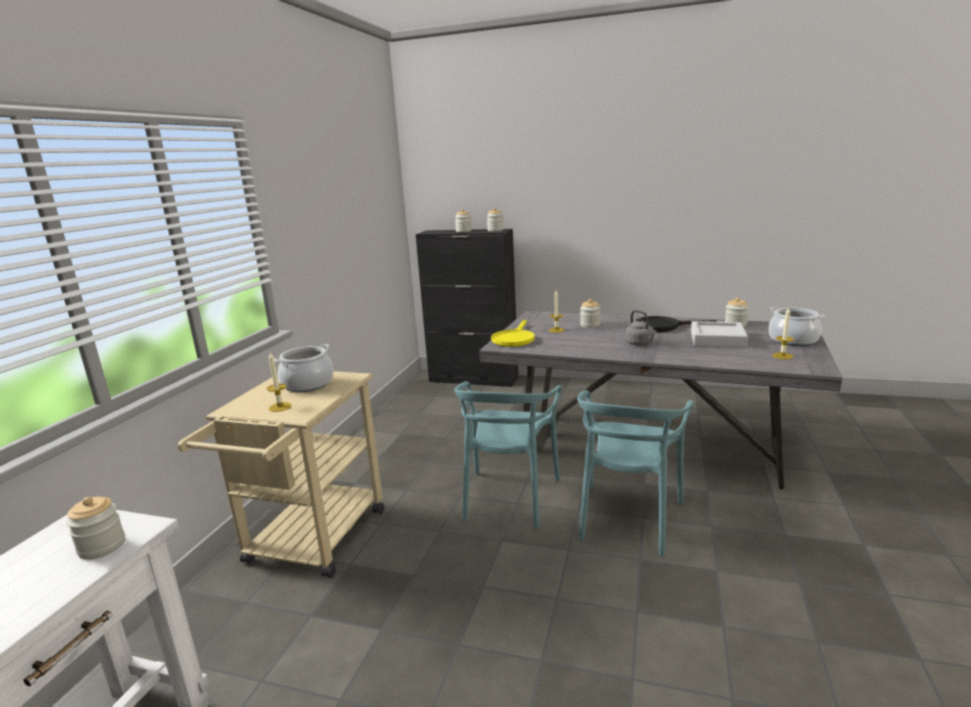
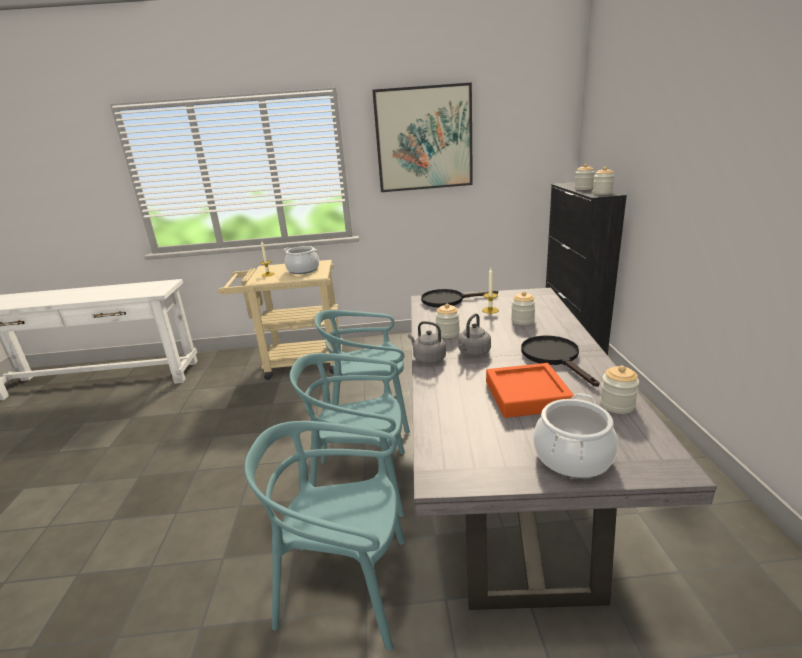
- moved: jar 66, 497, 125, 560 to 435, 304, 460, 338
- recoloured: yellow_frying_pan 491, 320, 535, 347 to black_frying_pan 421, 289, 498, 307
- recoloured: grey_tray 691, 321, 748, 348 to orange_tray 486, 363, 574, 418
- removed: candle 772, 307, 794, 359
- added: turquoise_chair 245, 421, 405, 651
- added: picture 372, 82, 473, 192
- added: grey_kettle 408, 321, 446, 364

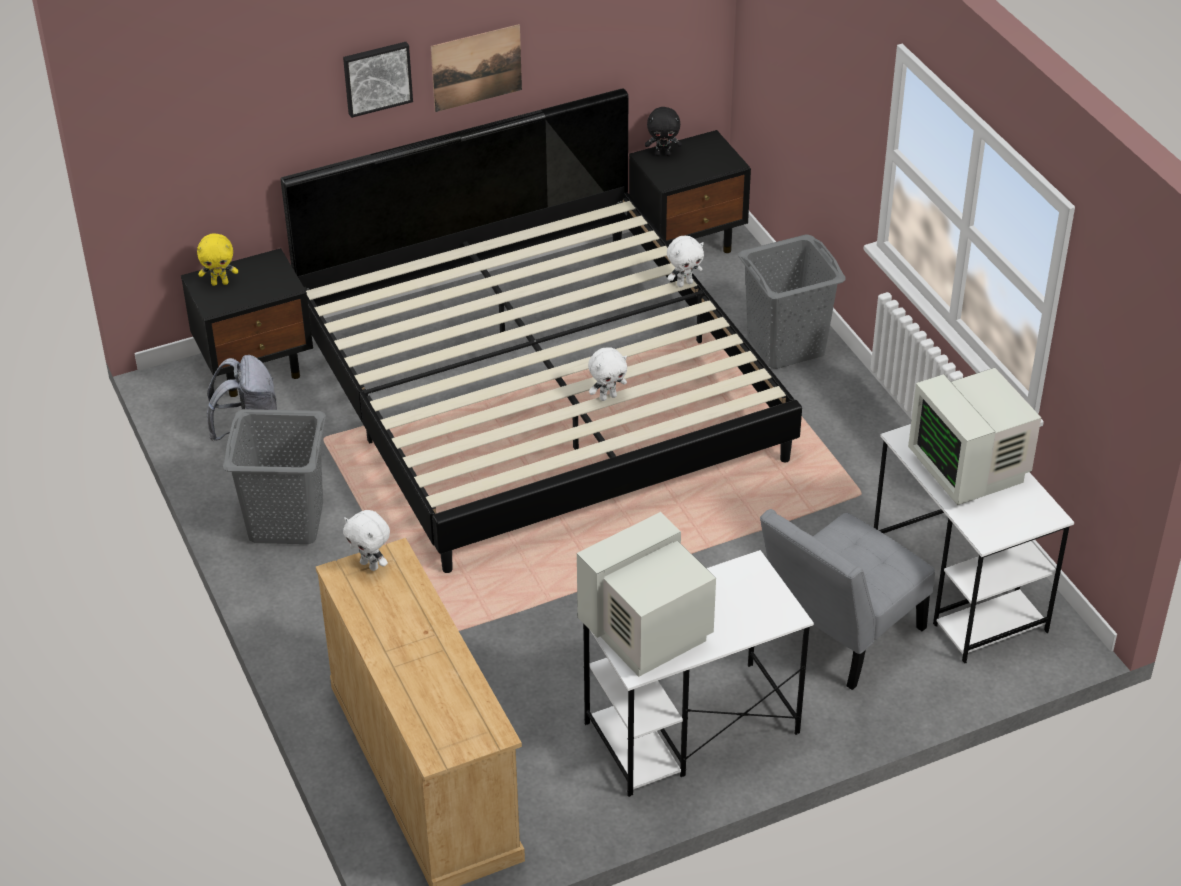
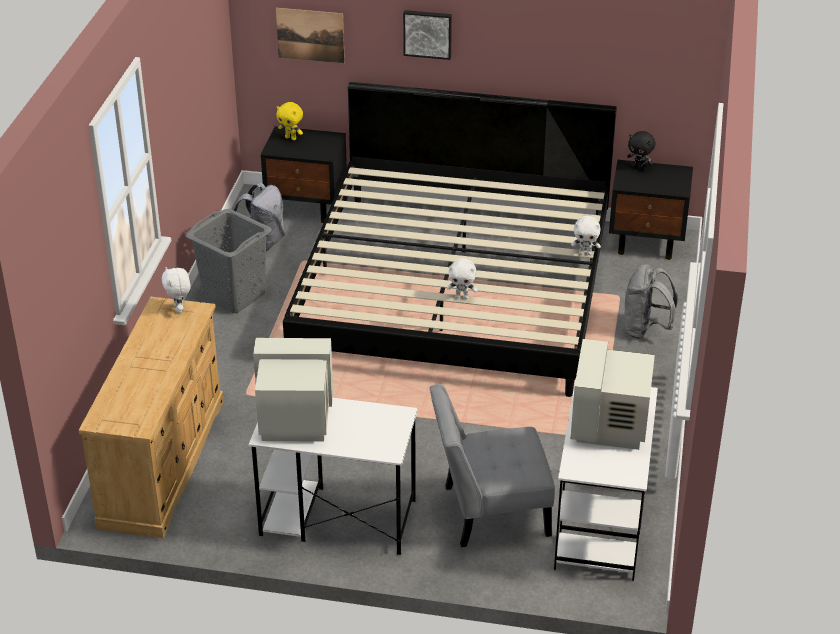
- moved: picture 431, 24, 522, 112 to 276, 8, 345, 63
- replaced: grey_laundry_basket 738, 235, 846, 369 to grey_backpack 624, 264, 678, 339

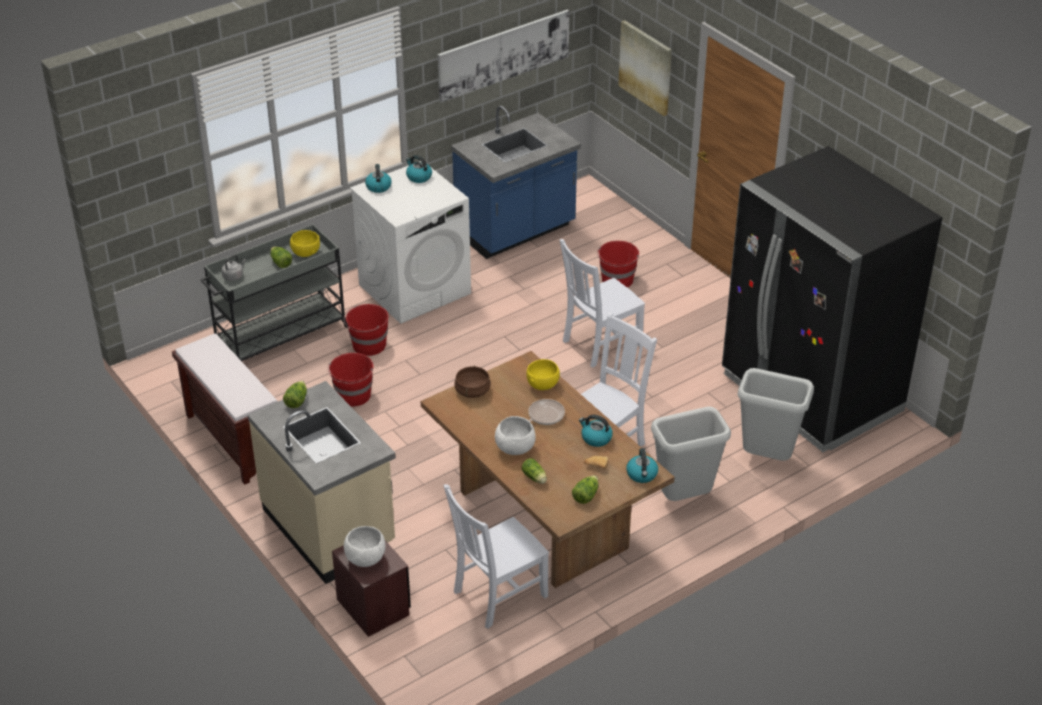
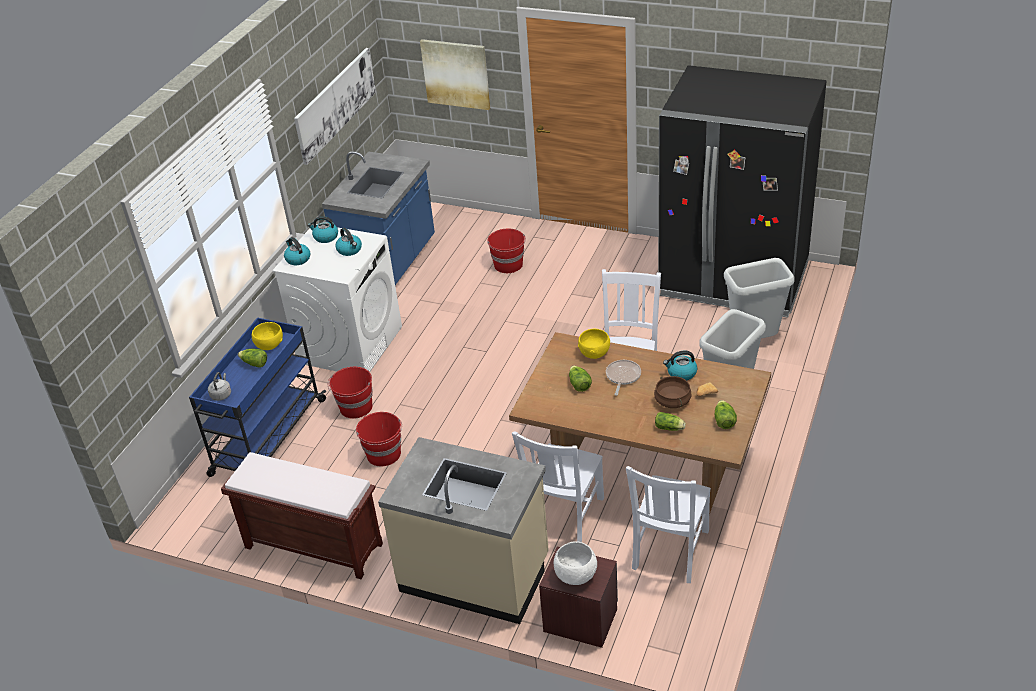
- recoloured: grey_cart 200, 224, 348, 361 to blue_cart 189, 317, 326, 477
- moved: lettuce 283, 381, 307, 408 to 569, 365, 592, 392
- moved: brown_cooking_pot 454, 365, 491, 398 to 654, 376, 692, 408
- removed: white_bowl 495, 416, 535, 455
- moved: white_chair 560, 239, 645, 368 to 512, 431, 604, 542
- moved: kettle 626, 448, 658, 483 to 335, 228, 362, 256

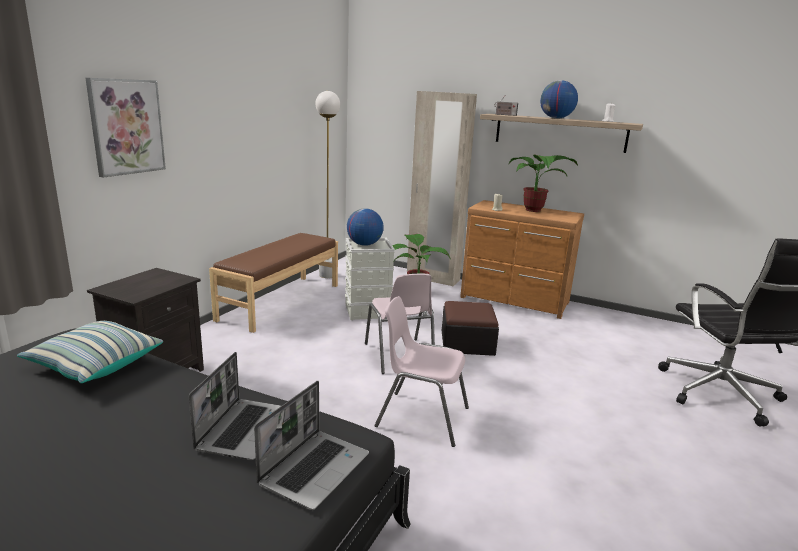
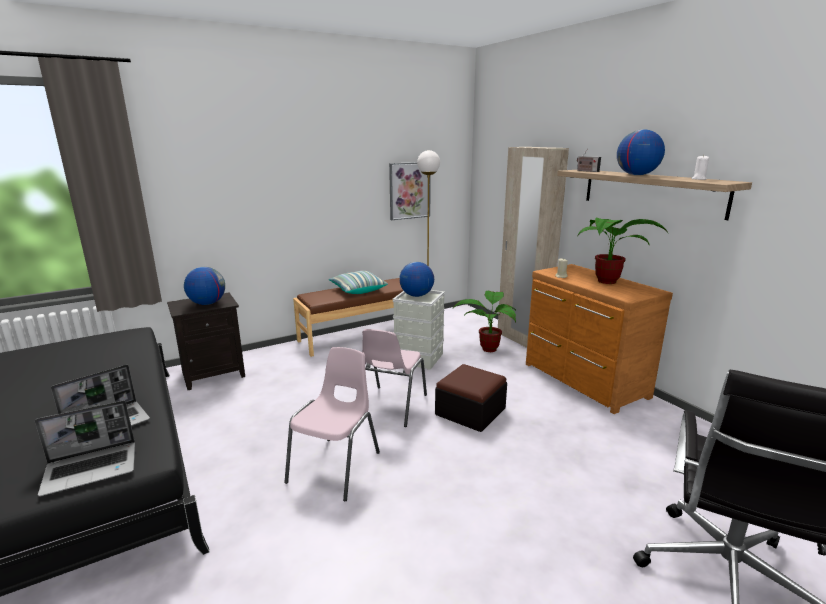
- moved: pillow 17, 321, 163, 383 to 329, 271, 388, 294
- moved: picture 86, 78, 166, 178 to 389, 162, 431, 220
- turned: pink_chair 375, 296, 469, 447 = 284, 347, 380, 501 60 degrees clockwise
- added: globe 184, 267, 225, 305

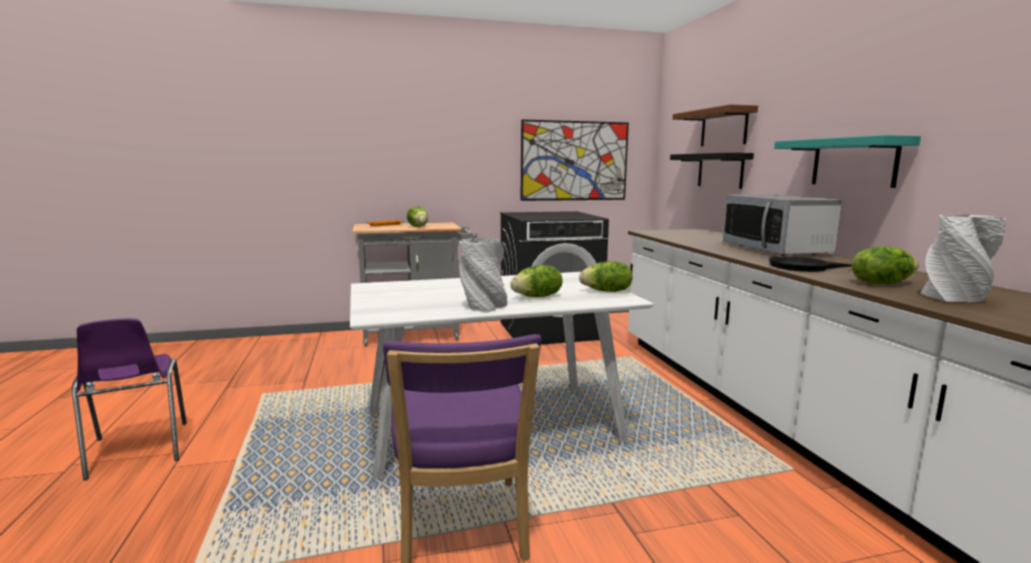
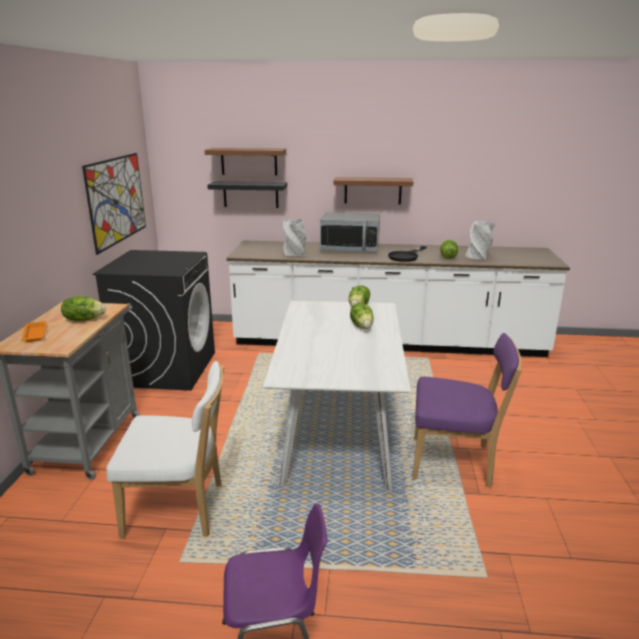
- moved: grey_vase 459, 238, 507, 312 to 283, 219, 306, 256
- recoloured: turquoise_shelf 774, 135, 921, 188 to brown_shelf 334, 177, 413, 204
- added: white_chair 106, 361, 224, 539

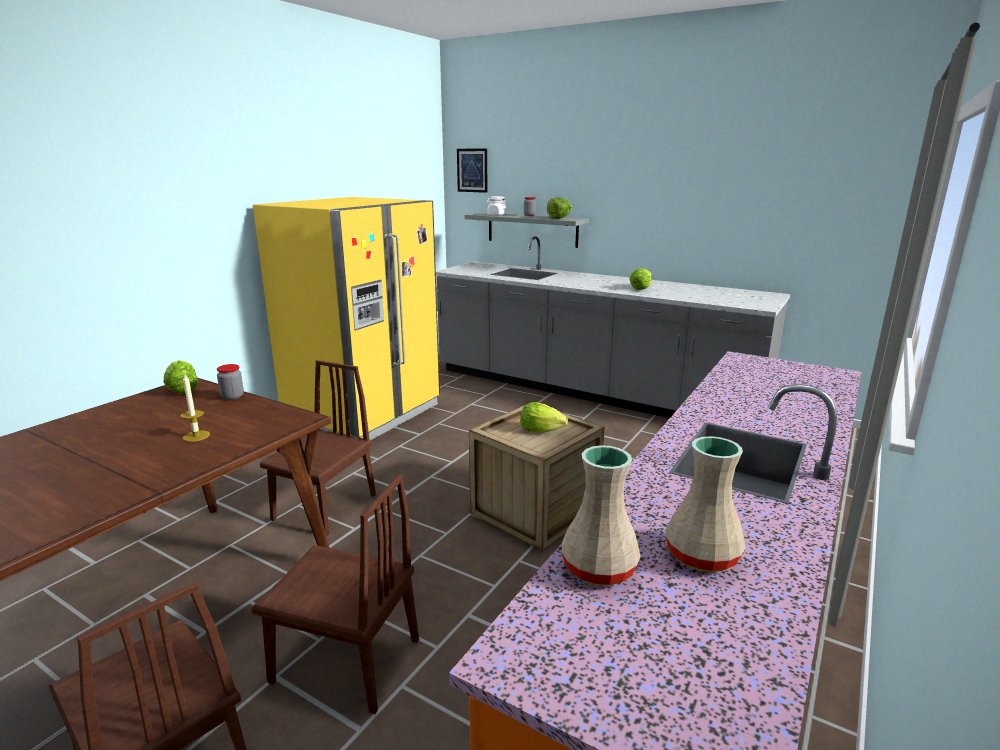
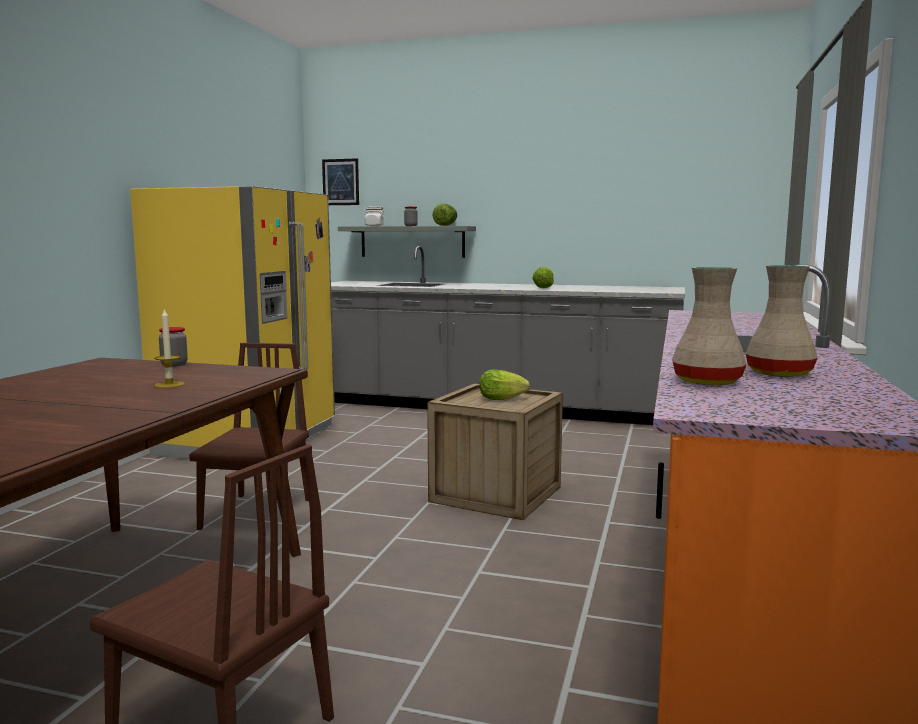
- removed: lettuce 164, 360, 198, 393
- removed: brown_chair 251, 475, 419, 714

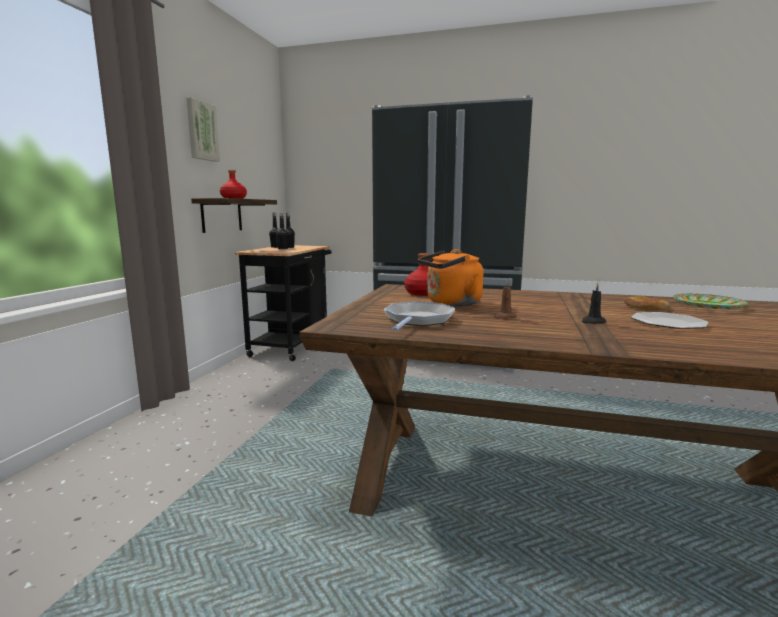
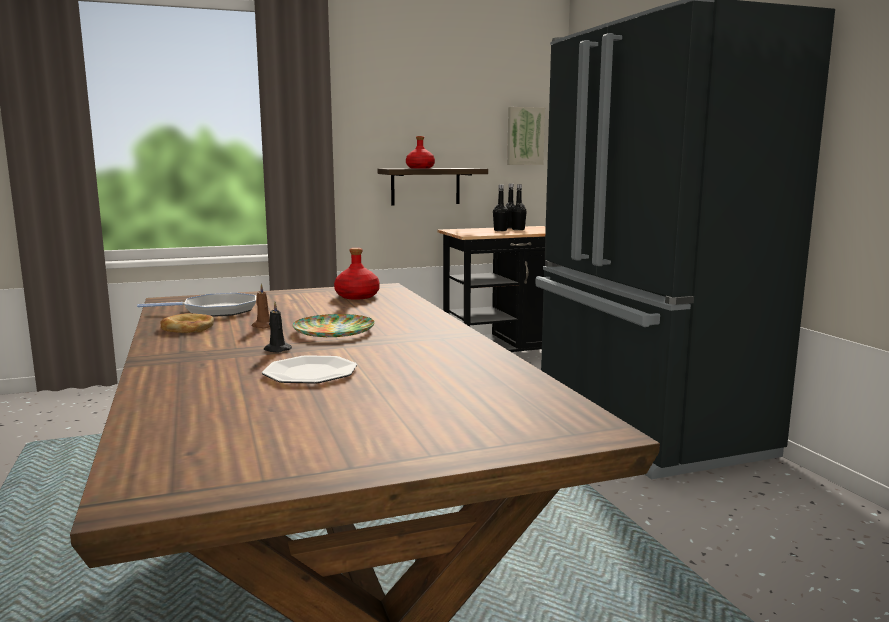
- moved: picture 187, 97, 220, 162 to 507, 107, 545, 165
- removed: orange_kettle 418, 249, 483, 306
- moved: bread 624, 296, 671, 310 to 160, 313, 214, 333
- moved: plate 673, 294, 748, 309 to 292, 314, 375, 337

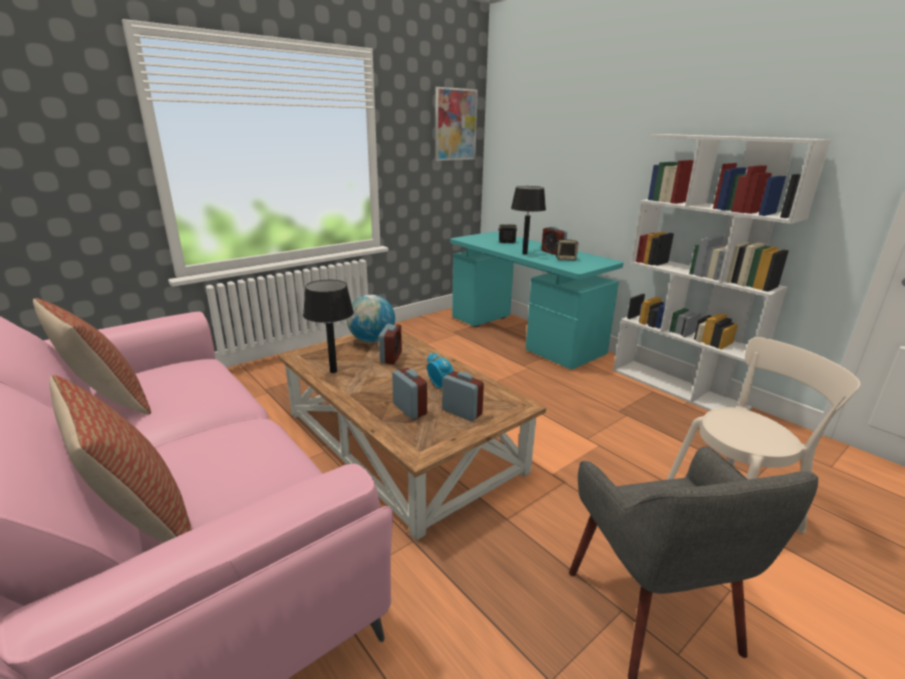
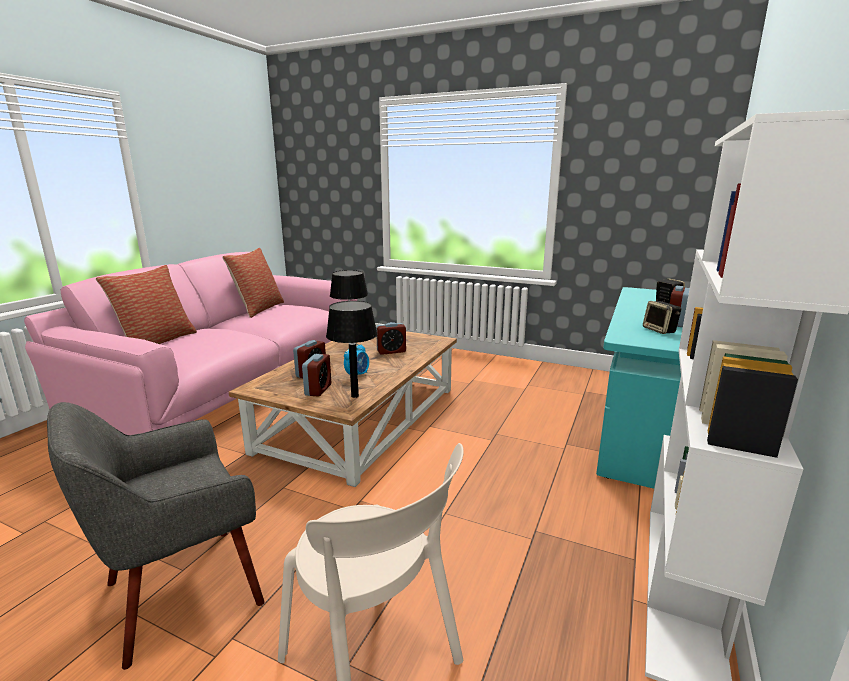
- removed: globe 347, 295, 395, 343
- removed: picture 435, 87, 478, 161
- moved: black_table_lamp 511, 186, 546, 255 to 326, 301, 378, 398

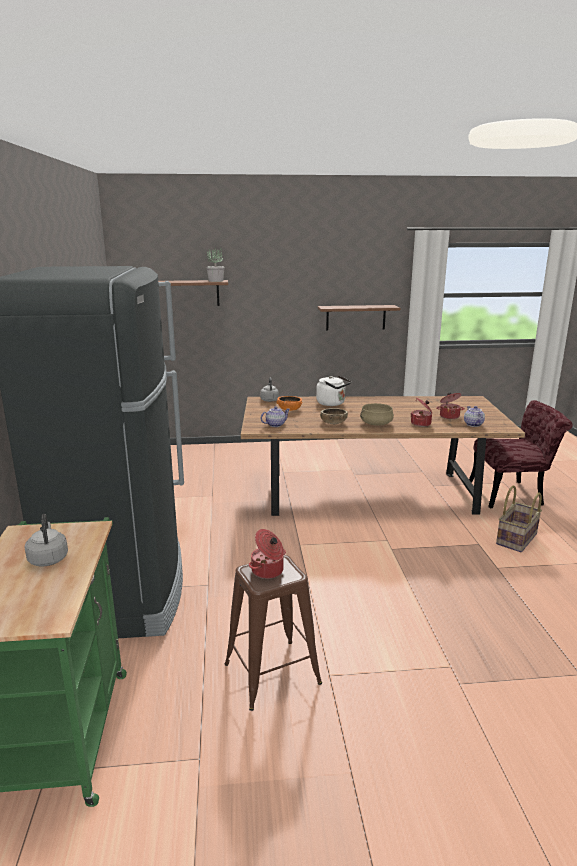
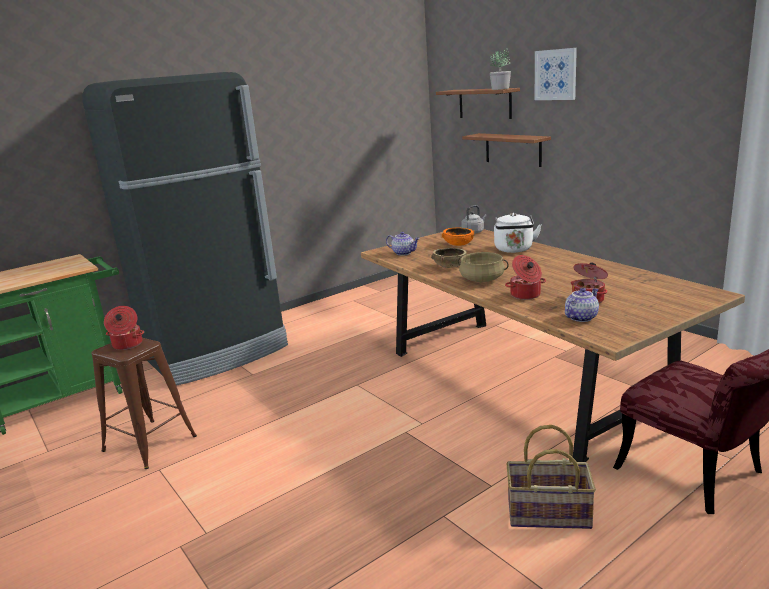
- removed: grey_kettle 24, 514, 68, 567
- moved: brown_shelf 318, 305, 400, 331 to 462, 133, 551, 167
- added: picture 535, 48, 577, 100

